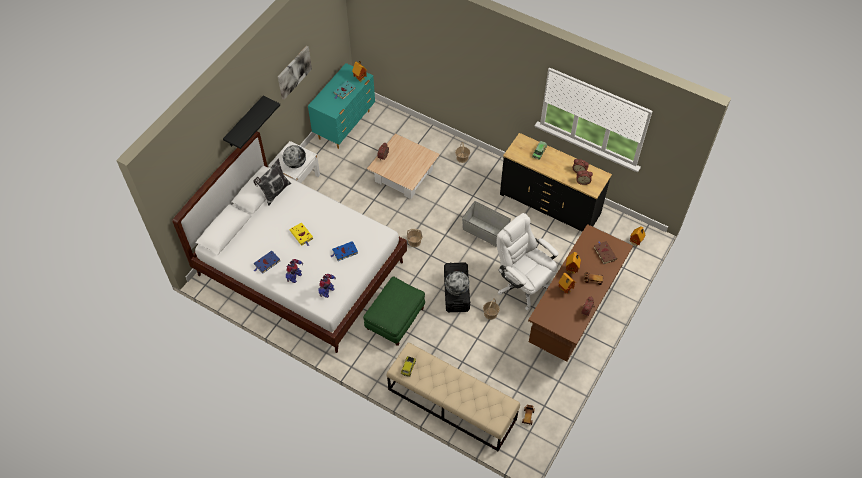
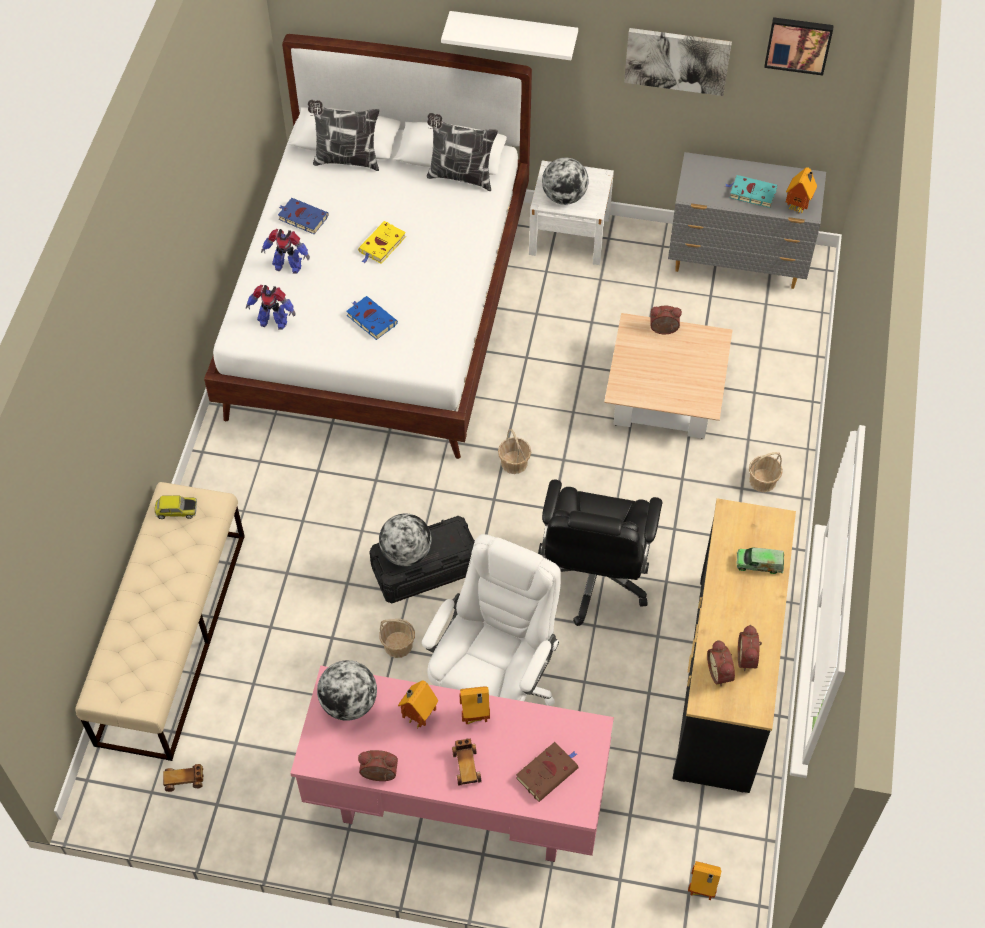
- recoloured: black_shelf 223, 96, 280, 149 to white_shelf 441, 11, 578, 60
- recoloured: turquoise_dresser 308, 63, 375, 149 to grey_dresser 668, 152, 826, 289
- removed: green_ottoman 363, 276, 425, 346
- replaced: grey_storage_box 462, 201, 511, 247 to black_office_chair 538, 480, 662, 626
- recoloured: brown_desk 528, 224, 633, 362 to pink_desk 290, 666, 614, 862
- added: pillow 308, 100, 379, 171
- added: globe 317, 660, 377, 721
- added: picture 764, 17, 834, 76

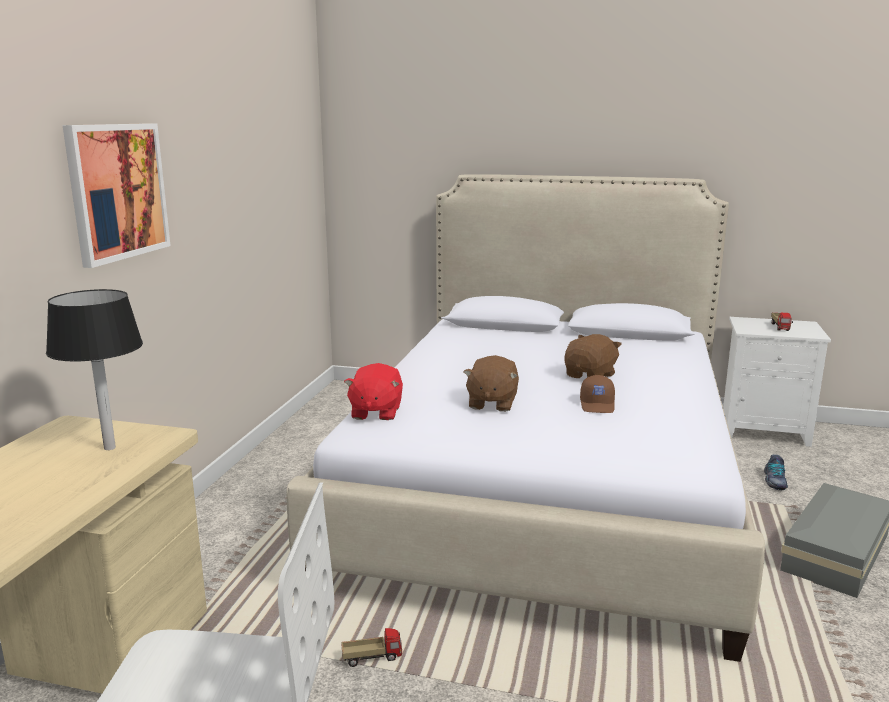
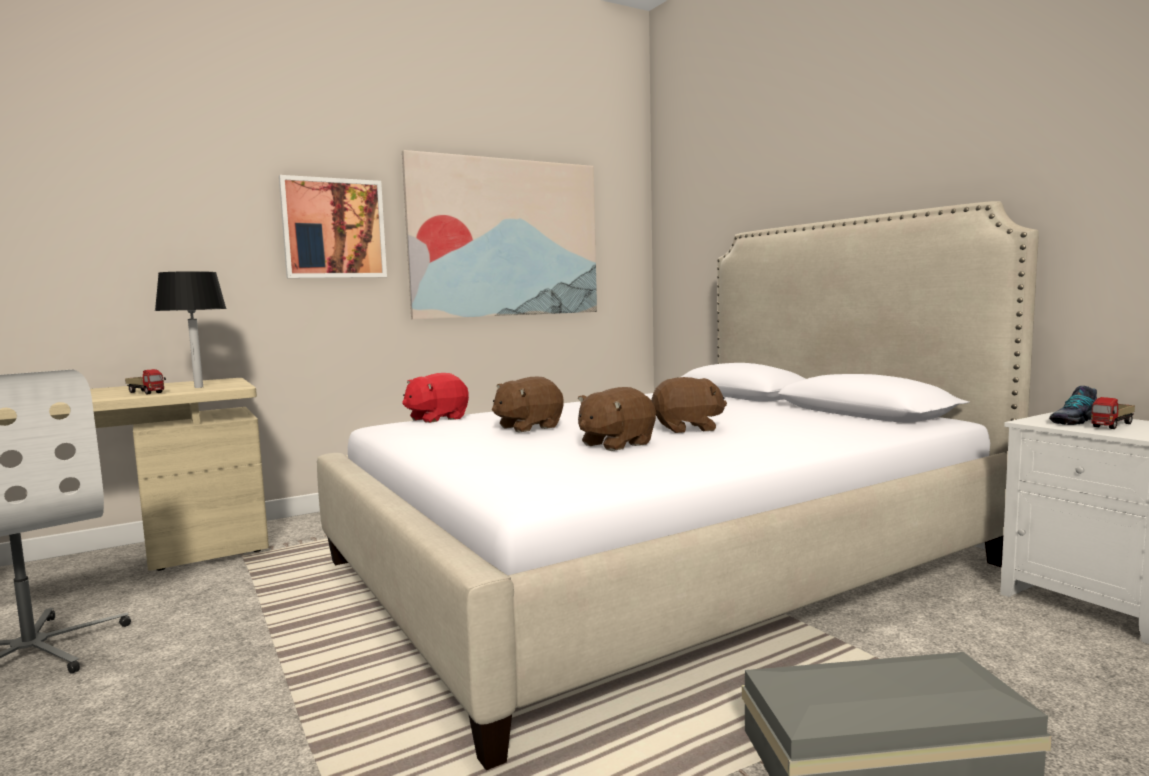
- moved: toy_truck 341, 628, 402, 667 to 125, 369, 166, 395
- replaced: brown_cap 580, 375, 615, 413 to brown_plush_toy 578, 387, 656, 451
- moved: shoe 764, 454, 788, 491 to 1049, 386, 1097, 425
- added: picture 402, 150, 597, 319

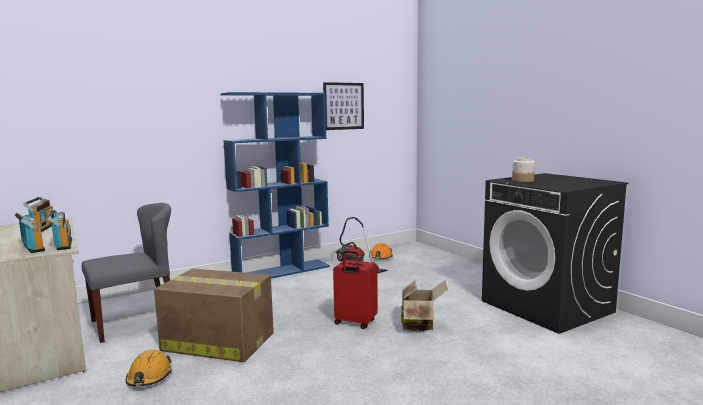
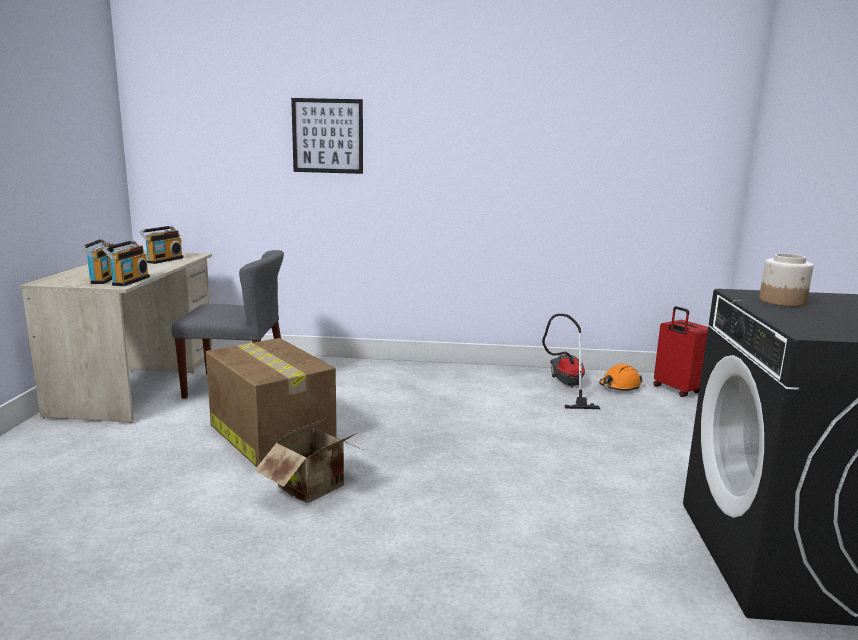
- removed: orange_hard_hat 126, 350, 172, 387
- removed: blue_bookcase 220, 92, 330, 279
- moved: picture 323, 82, 364, 130 to 291, 98, 363, 174
- moved: red_suitcase 333, 250, 378, 329 to 653, 306, 708, 397
- moved: cardboard_box 401, 279, 448, 331 to 254, 418, 363, 503

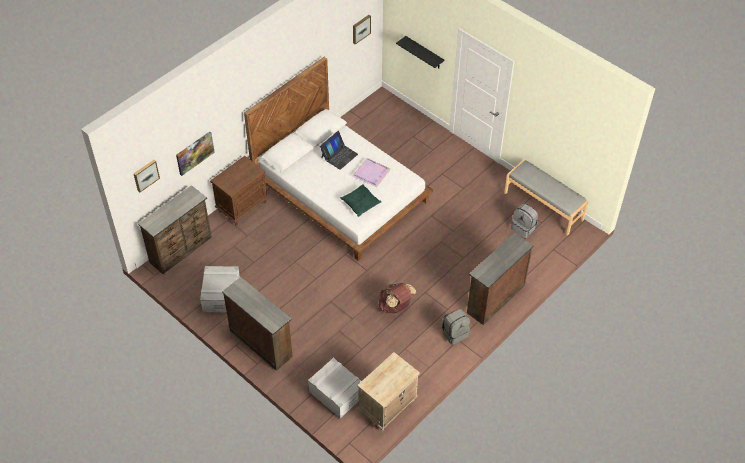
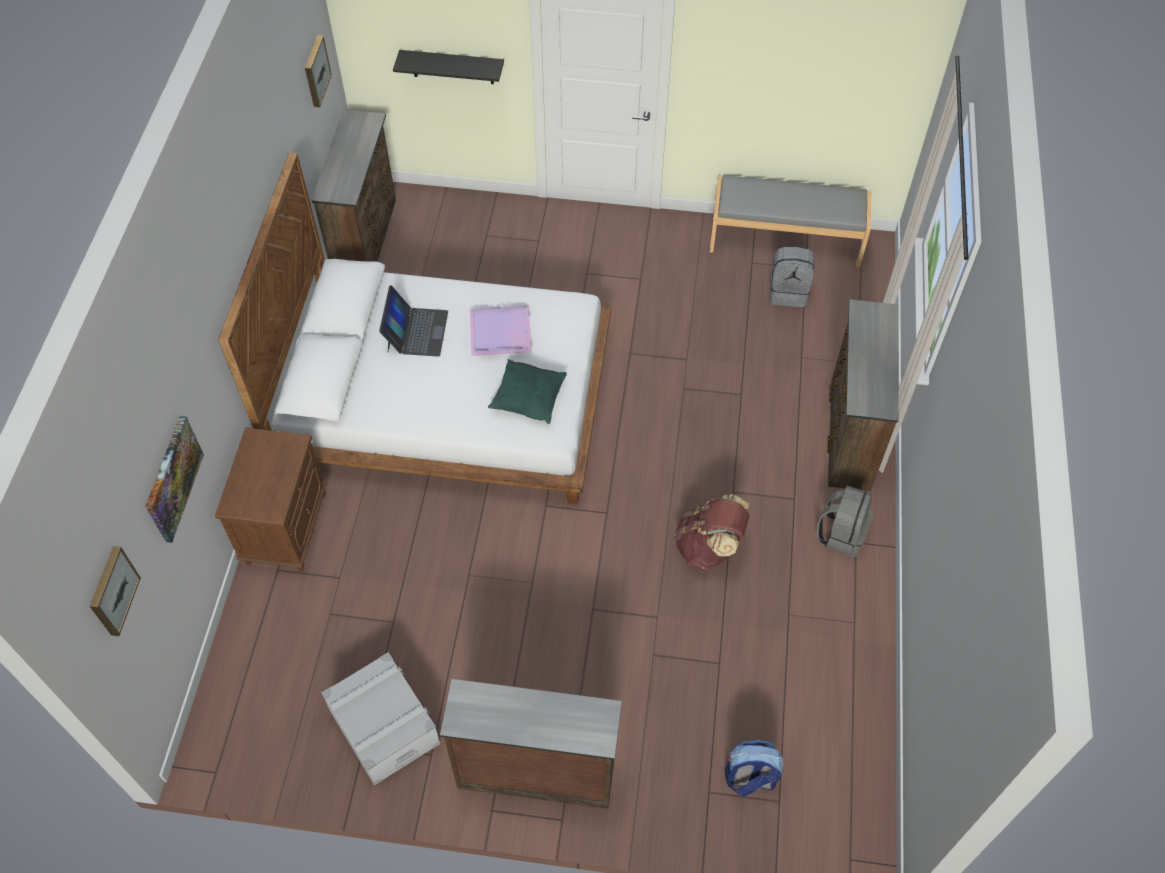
- moved: brown_dresser 138, 185, 212, 274 to 311, 110, 396, 262
- replaced: grey_storage_box 308, 358, 361, 419 to backpack 725, 740, 784, 796
- removed: beige_nightstand 357, 352, 420, 431

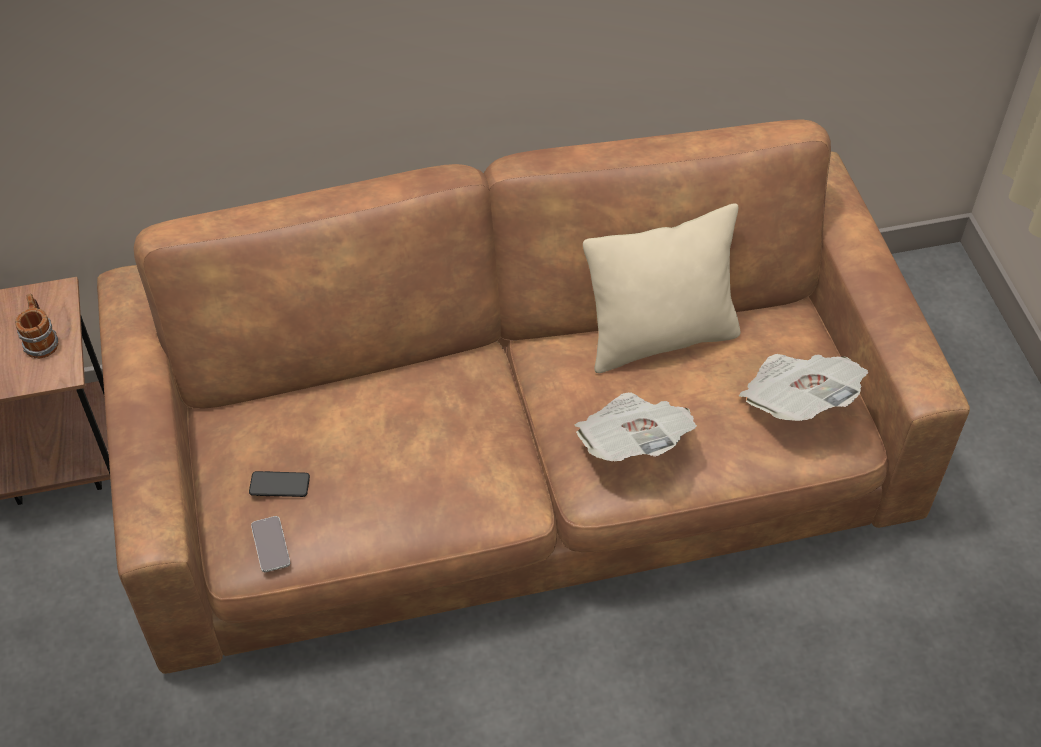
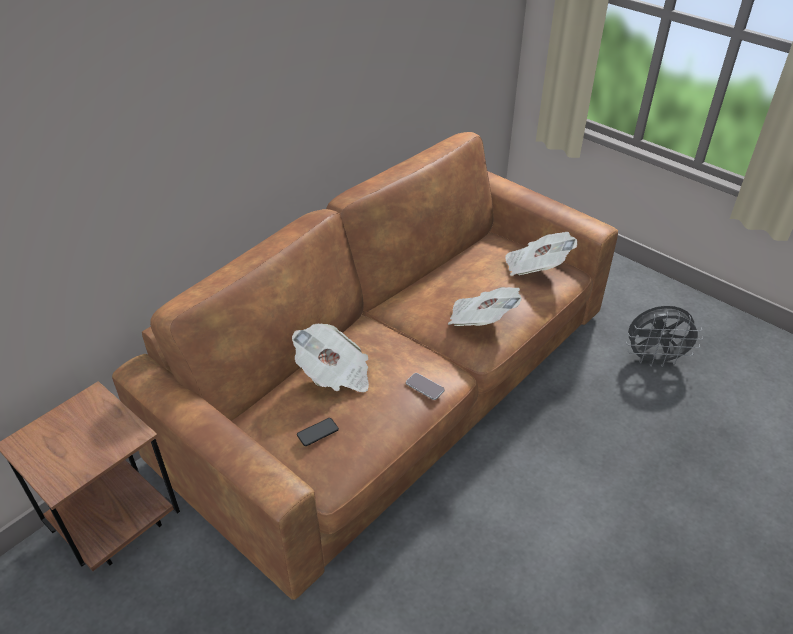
- removed: mug 15, 294, 59, 359
- moved: phone 251, 516, 290, 572 to 406, 373, 445, 400
- removed: beige_pillow 583, 204, 740, 373
- added: newspaper 292, 324, 369, 392
- added: grey_fan 626, 306, 703, 367

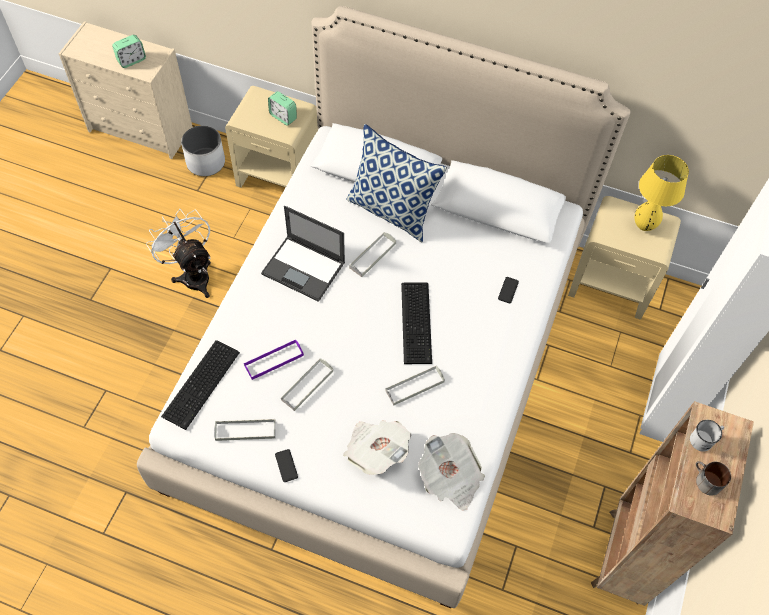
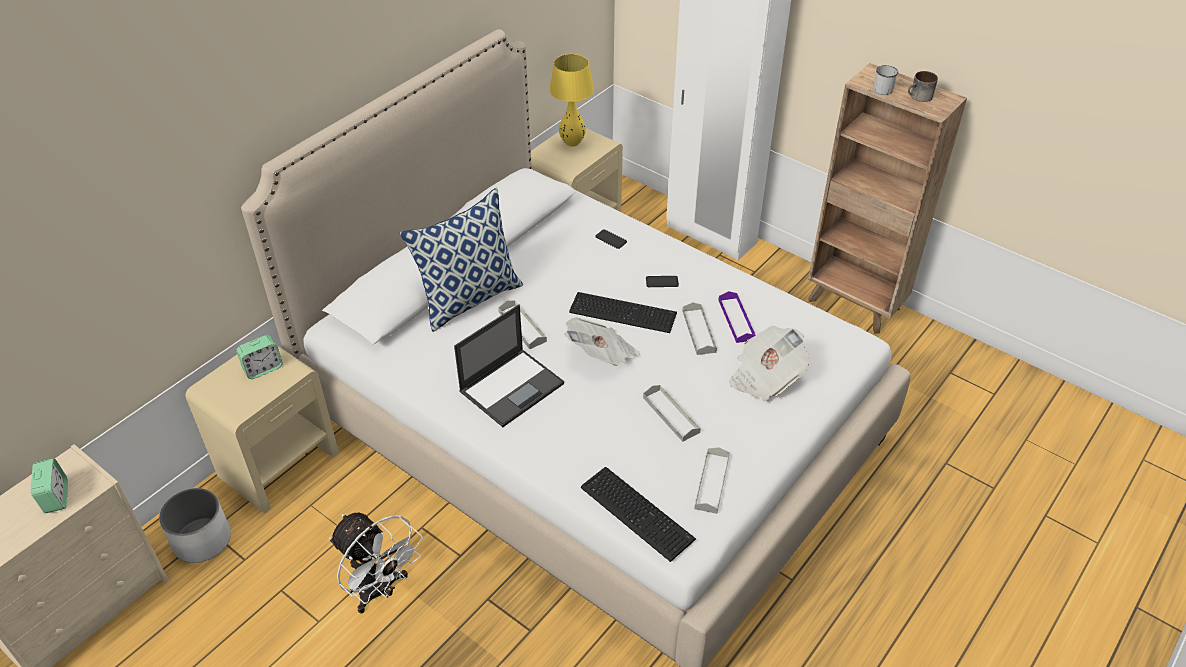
- turned: white_fan 146, 209, 211, 298 = 329, 513, 423, 614 120 degrees counterclockwise
- moved: purple_tray 244, 339, 304, 380 to 718, 291, 755, 343
- moved: phone 275, 449, 298, 482 to 646, 276, 679, 287
- moved: newspaper 418, 433, 485, 511 to 564, 317, 640, 366

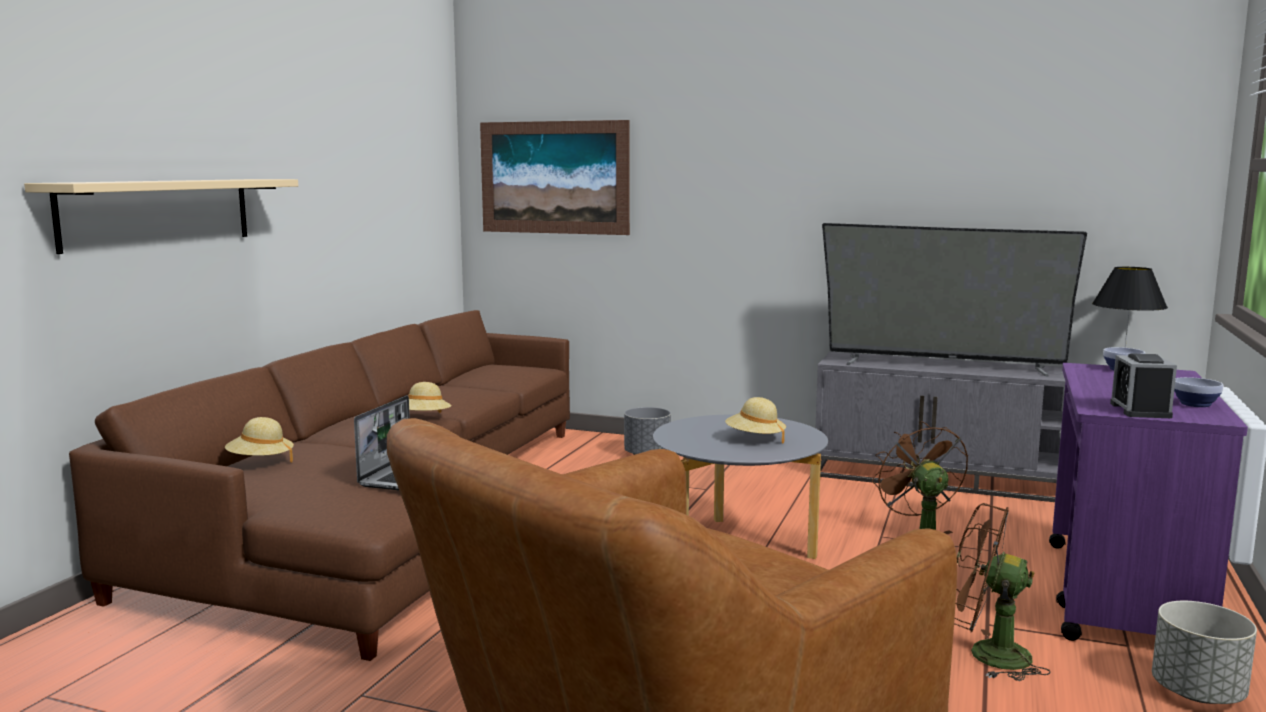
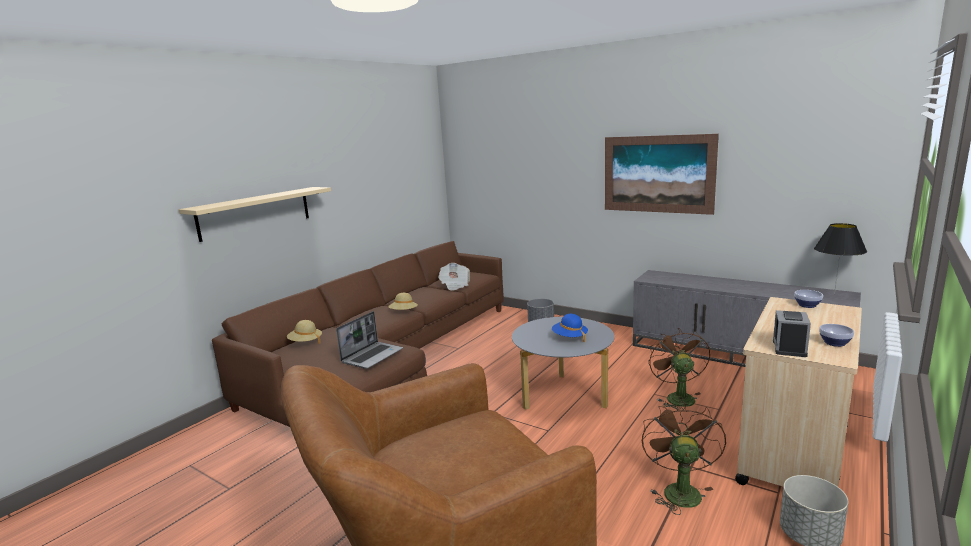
- moved: picture 480, 120, 630, 235 to 605, 134, 719, 215
- recoloured: beige_hat 725, 397, 786, 444 to blue_hat 552, 314, 588, 342
- removed: television 822, 223, 1087, 376
- turned: brown_fan 954, 503, 1051, 681 = 642, 401, 726, 515 60 degrees clockwise
- recoloured: purple_cart 1049, 363, 1248, 641 to beige_cart 735, 297, 862, 487
- added: newspaper 438, 263, 470, 291

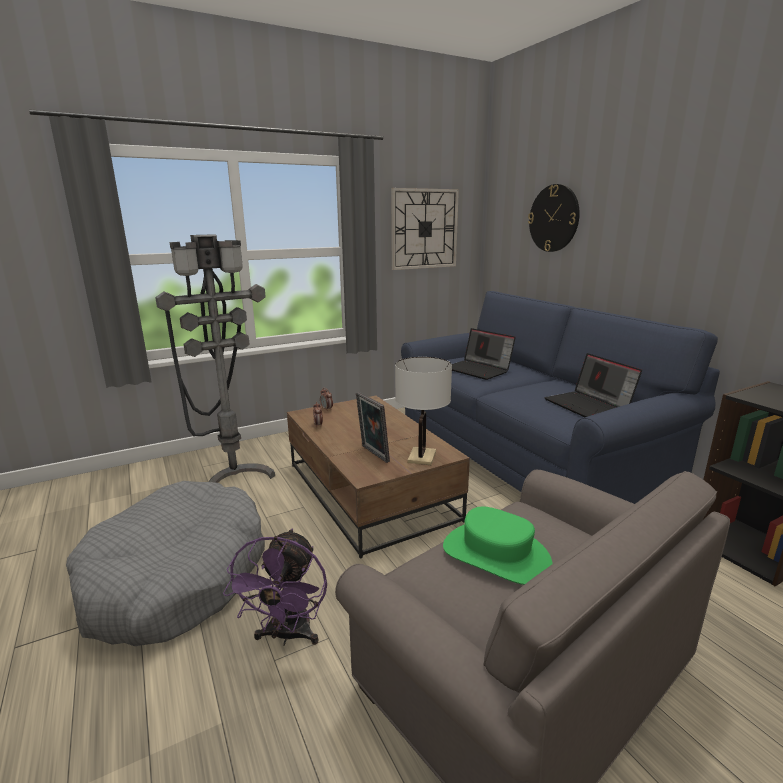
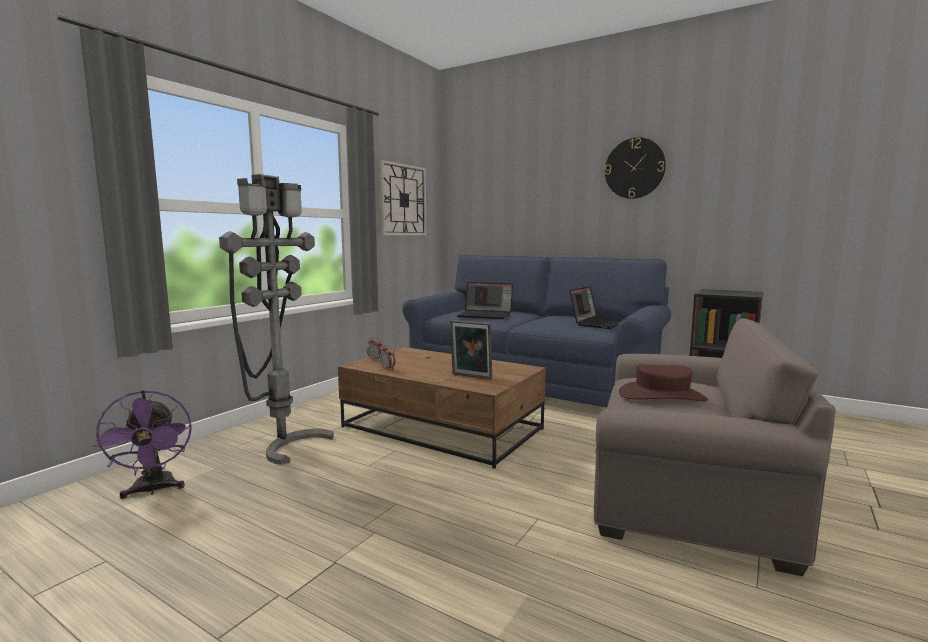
- removed: grey_dog_bed 66, 481, 265, 646
- moved: purple_fan 223, 529, 327, 646 to 93, 390, 192, 499
- removed: white_table_lamp 395, 357, 452, 465
- recoloured: green_hat 443, 507, 553, 585 to brown_hat 619, 364, 708, 402
- moved: wall_clock 528, 184, 580, 252 to 605, 137, 666, 199
- turned: laptop 545, 353, 642, 417 = 570, 286, 623, 329 90 degrees counterclockwise

